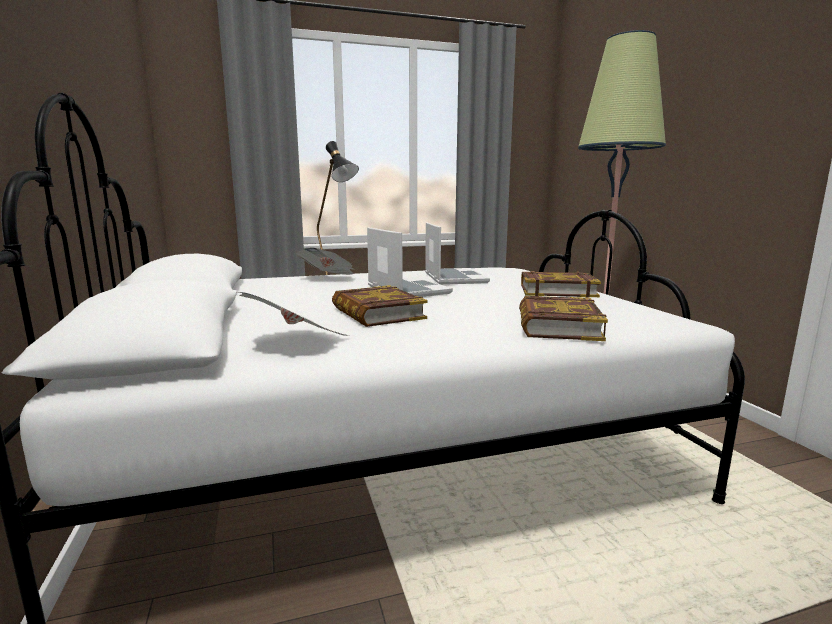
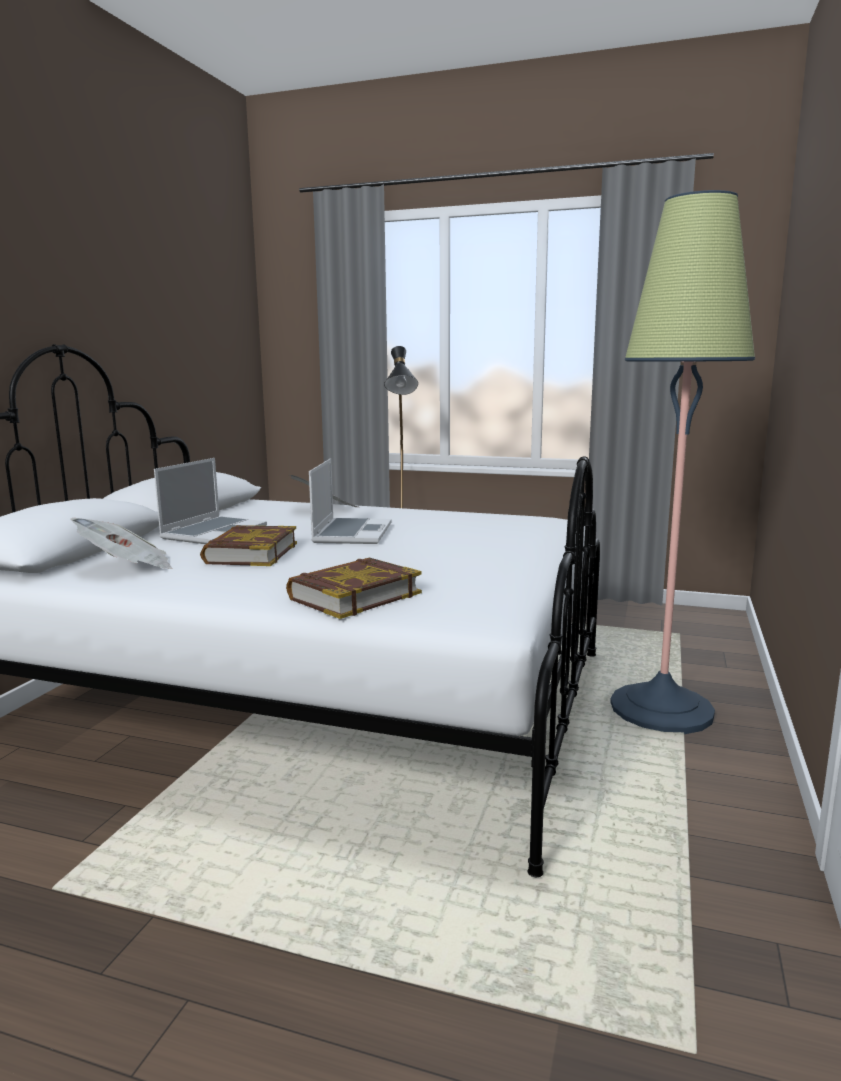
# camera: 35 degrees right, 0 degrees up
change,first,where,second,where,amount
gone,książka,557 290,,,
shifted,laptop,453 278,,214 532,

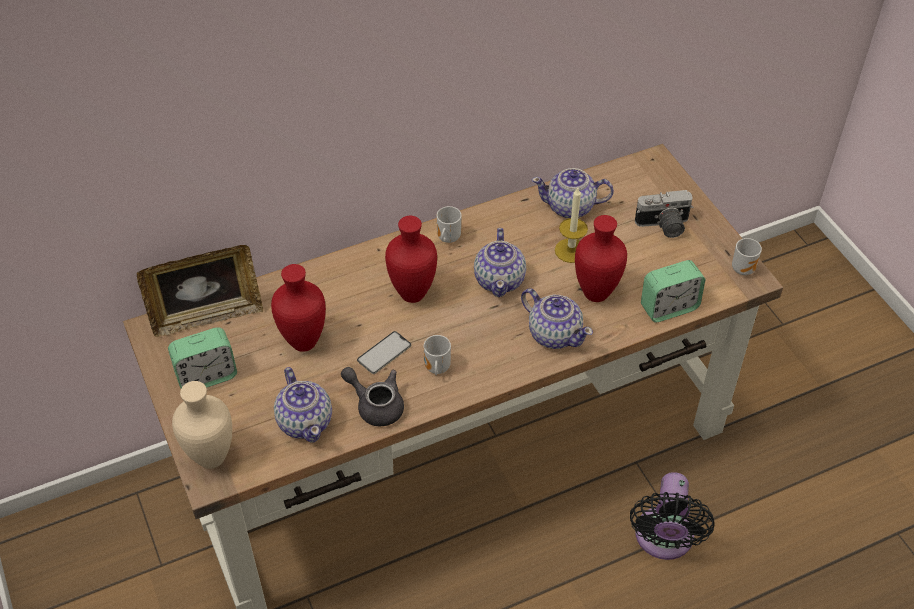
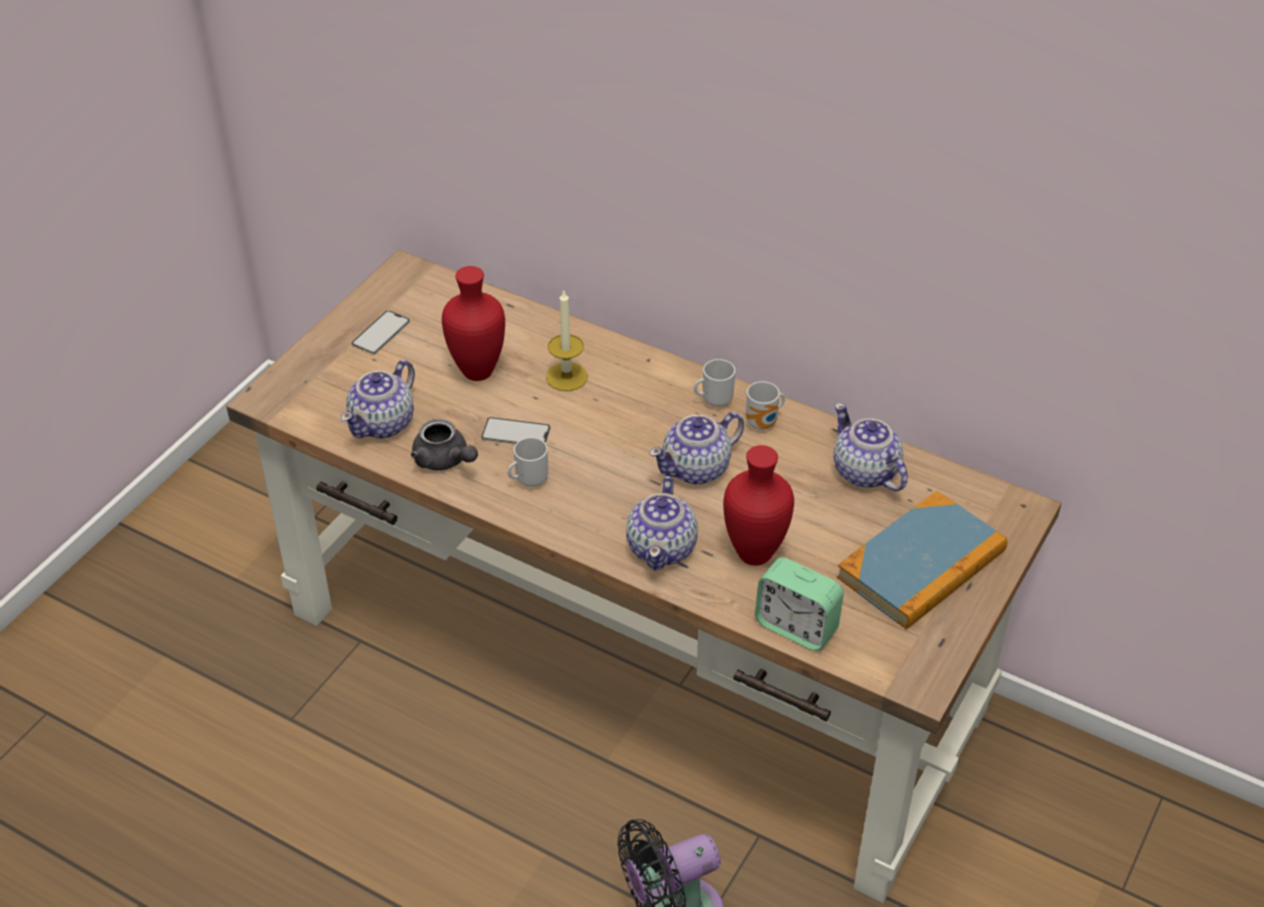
# camera: 55 degrees right, 5 degrees down
change,first,where,second,where,amount
gone,ramka na zdjęcie,207 316,,,
gone,wazon/beżowy,210 459,,,
gone,wazon/czerwony,413 293,,,
shifted,świeca,571 250,,566 377,
shifted,kubek,744 268,,764 424,
swapped,budzik,207 376,telefon,381 333,
swapped,aparat fotograficzny,663 226,książka,921 565,
rotated,imbryk/szary,376 405,,444 460,135 degrees clockwise

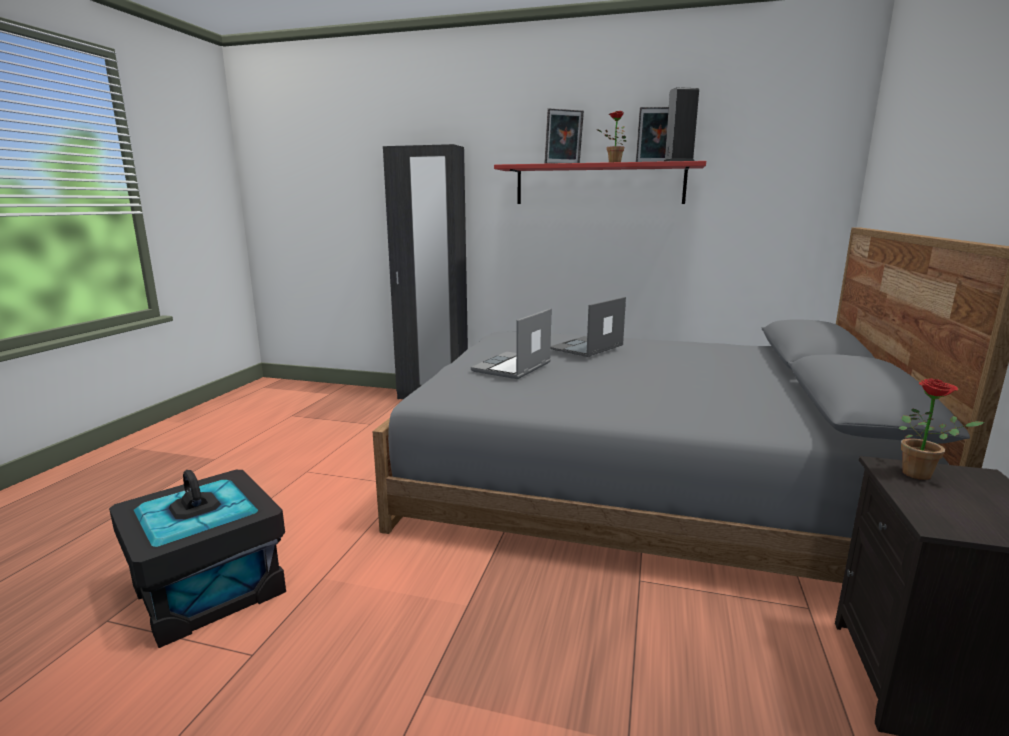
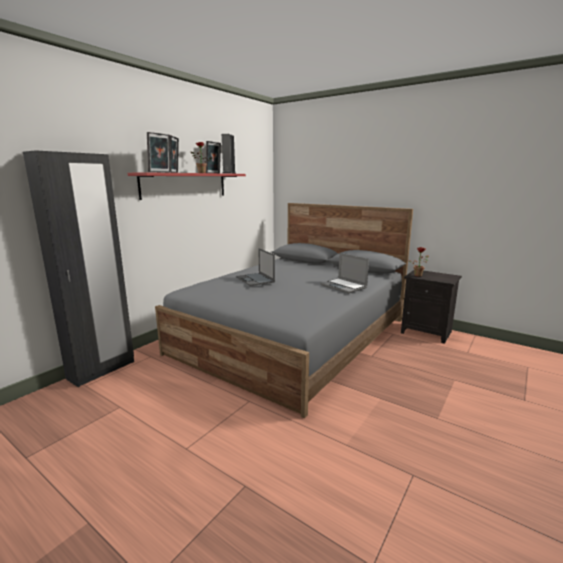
# camera: 70 degrees left, 0 degrees up
change,first,where,second,where,amount
gone,pojemnik do przechowywania/czarny,208 589,,,
new,,,ramka na zdjęcie,161 172,
shifted,laptop,512 367,,344 286,

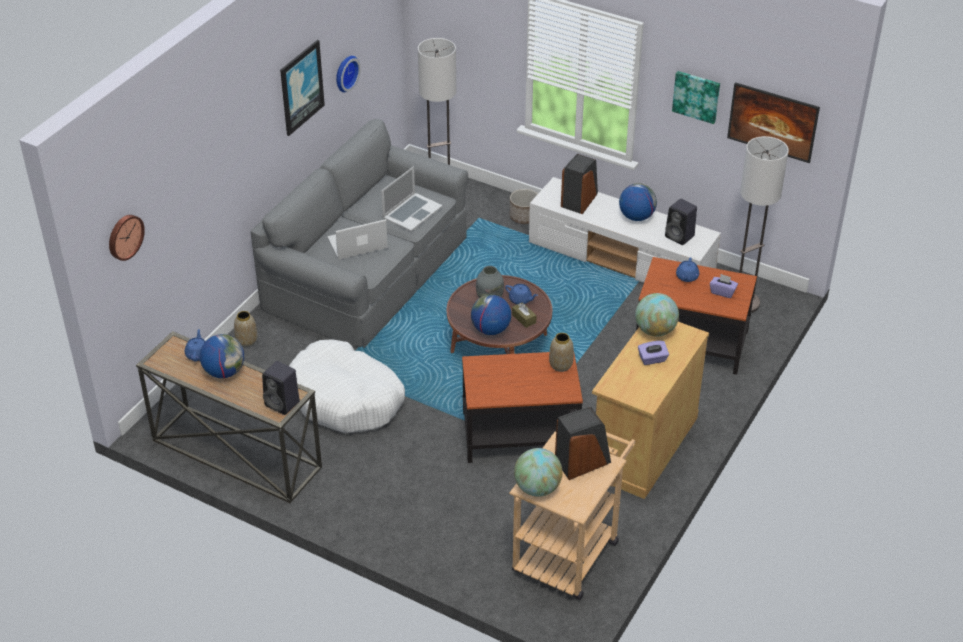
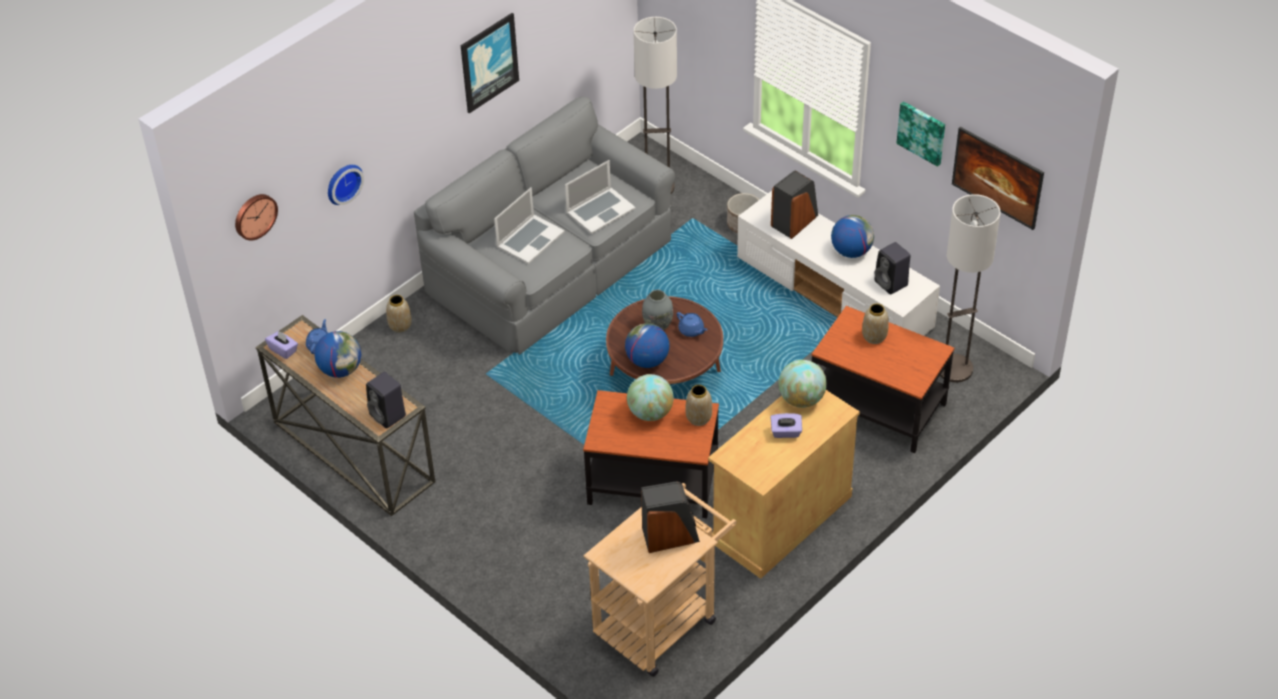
# camera: 15 degrees right, 5 degrees up
change,first,where,second,where,amount
gone,legowisko/biały,346 398,,,
gone,pudełko chusteczek/brązowy,524 319,,,
shifted,zegar ścienny,345 73,,342 182,
shifted,globus,537 488,,650 413,
shifted,pudełko chusteczek/fioletowy,722 292,,283 350,
swapped,imbryk/niebieski,687 277,wazon,874 336,
rotated,laptop,357 243,,530 239,135 degrees clockwise

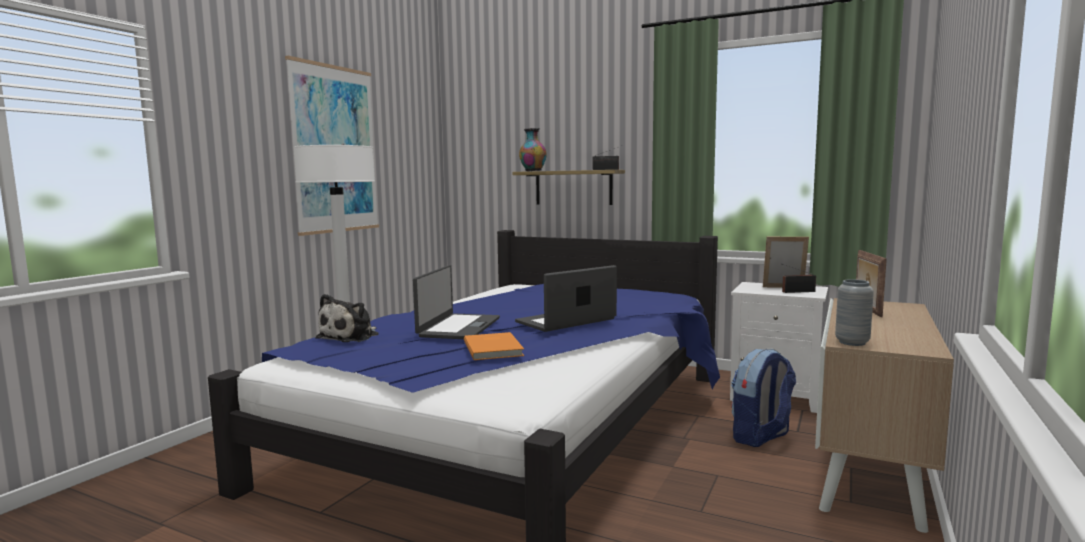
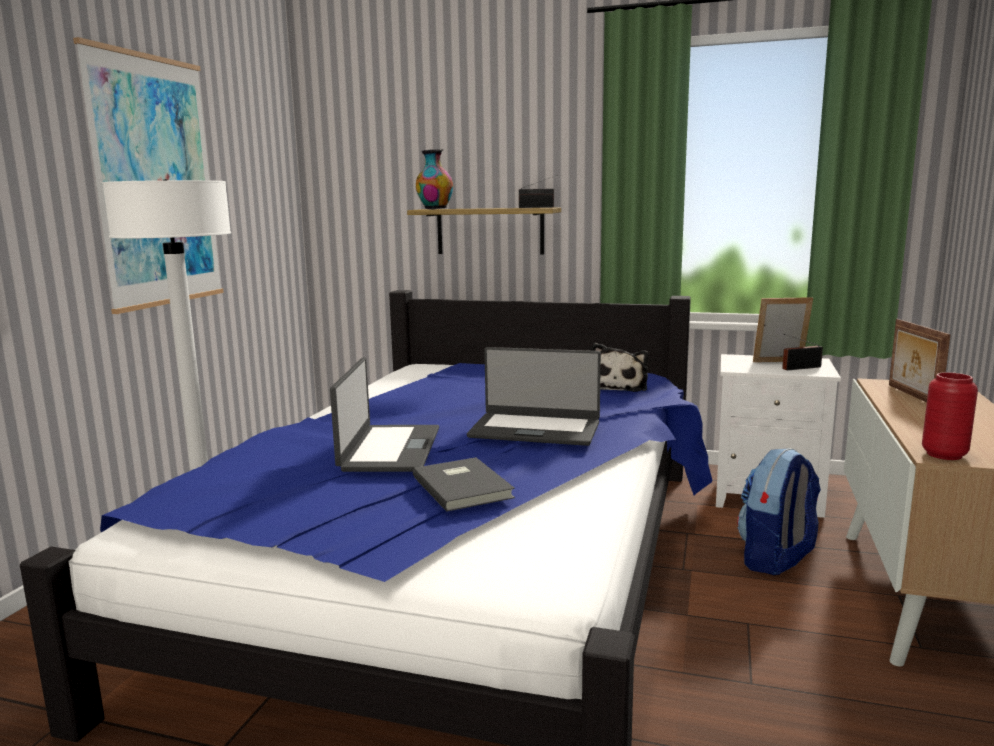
# camera: 10 degrees left, 5 degrees up
change,first,where,second,where,amount
shifted,pluszak,351 336,,619 386,
repainted,książka/pomarańczowy,494 348,książka/szary,464 486,
repainted,wazon/szary,852 342,wazon/czerwony,944 455,
rotated,laptop,567 321,,535 429,120 degrees counterclockwise

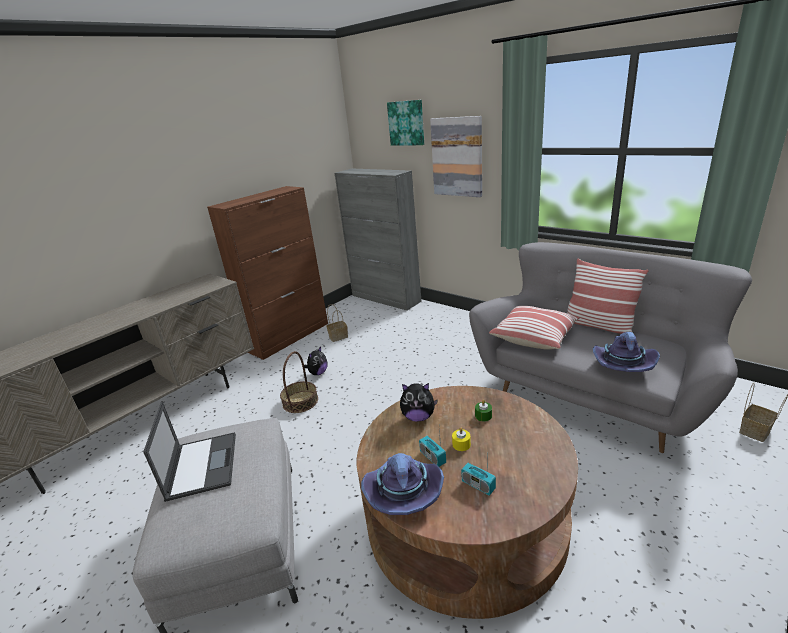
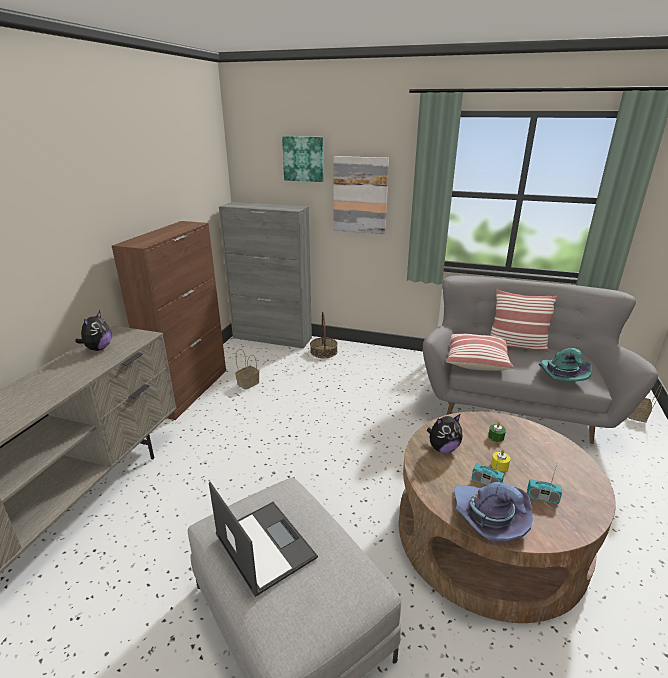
# camera: 25 degrees left, 0 degrees up
change,first,where,second,where,amount
shifted,koszyk,300 401,,323 351,
shifted,pluszak,318 373,,98 348,
repainted,kapelusz/fioletowy,621 364,kapelusz/turkusowy,560 376,

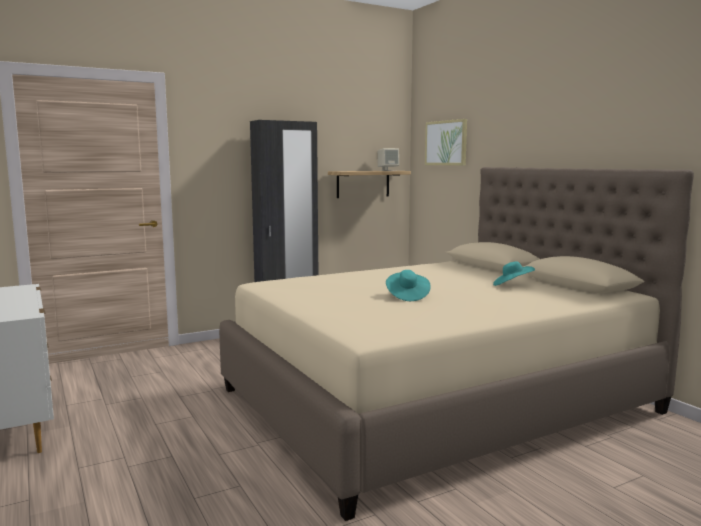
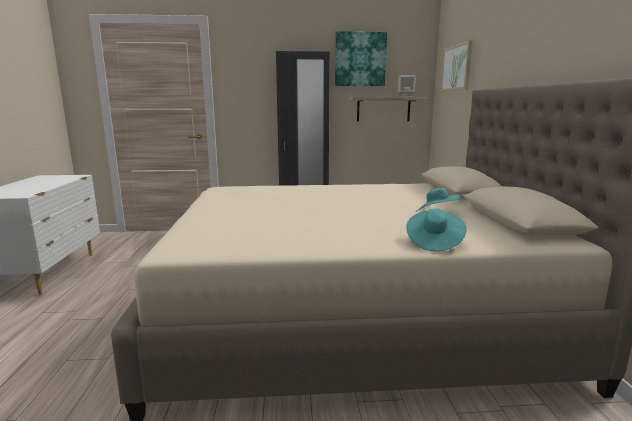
# camera: 25 degrees right, 5 degrees up
change,first,where,second,where,amount
new,,,obraz,360 59,
shifted,kapelusz/turkusowy,407 296,,433 242,

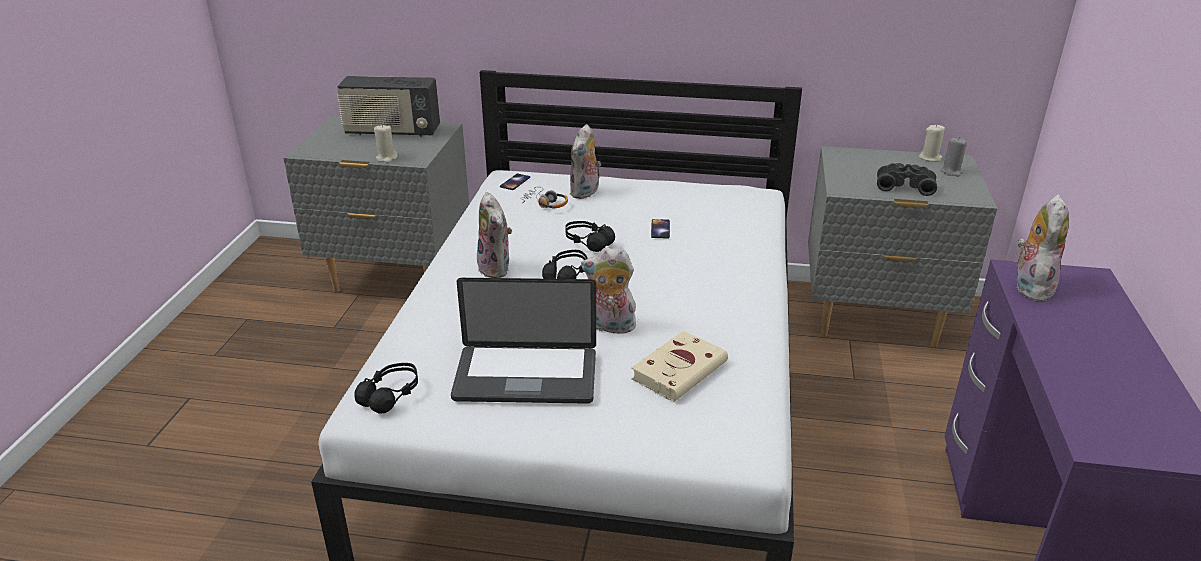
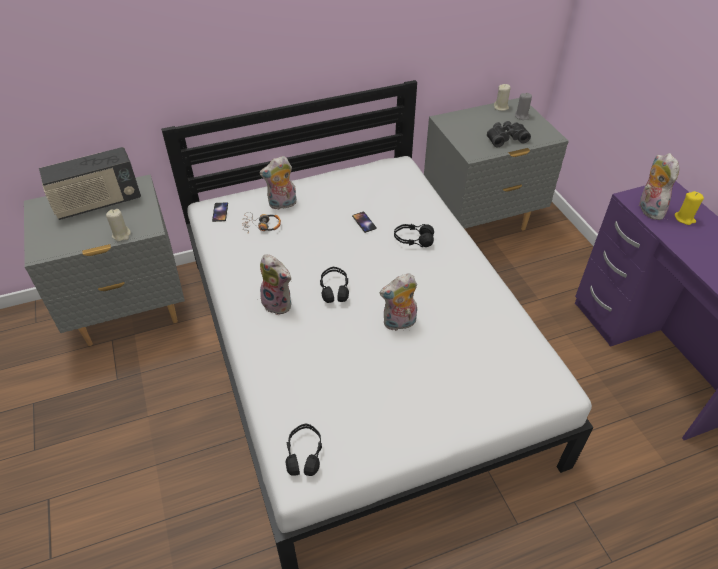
# camera: 30 degrees left, 15 degrees up
change,first,where,second,where,amount
gone,laptop,526 377,,,
gone,książka/beżowy,680 369,,,
new,,,świeca/żółty,684 218,
shifted,słuchawki/czarny,588 242,,413 240,
rotated,pluszak,585 193,,282 205,75 degrees clockwise

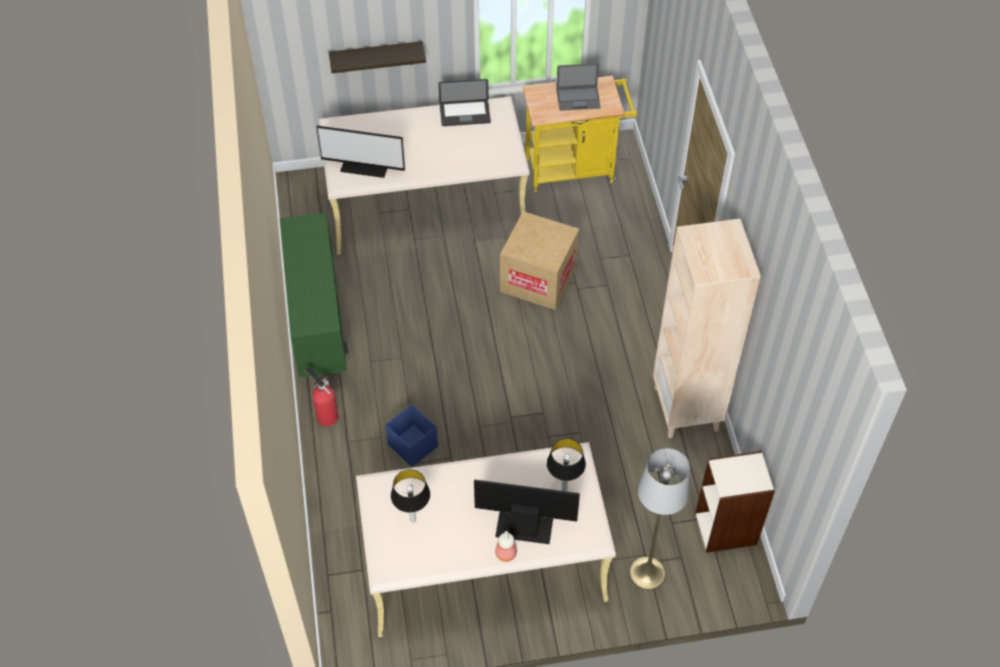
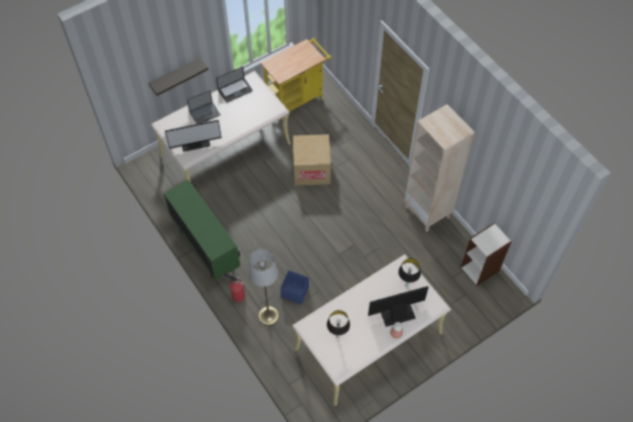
# camera: 25 degrees left, 5 degrees up
change,first,where,second,where,amount
shifted,laptop,578 98,,205 113,
shifted,lampa stojąca/szary,647 573,,268 315,

